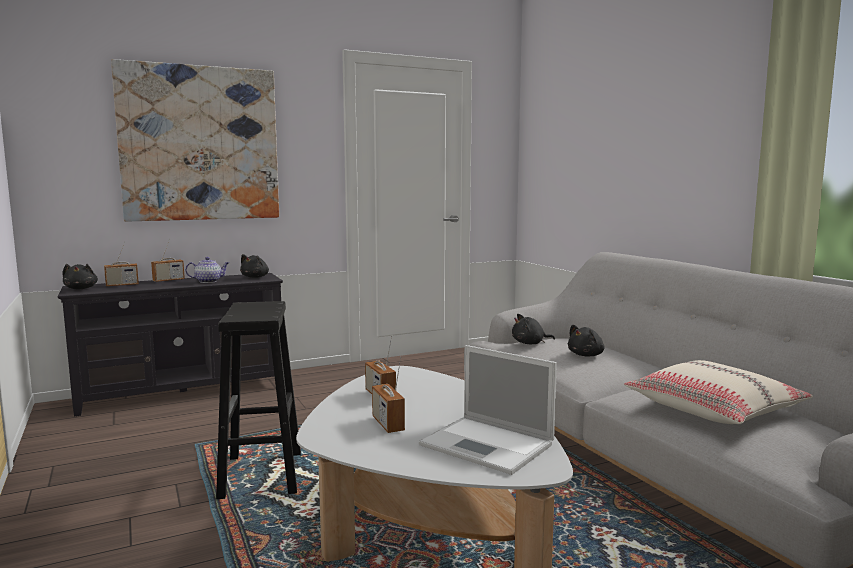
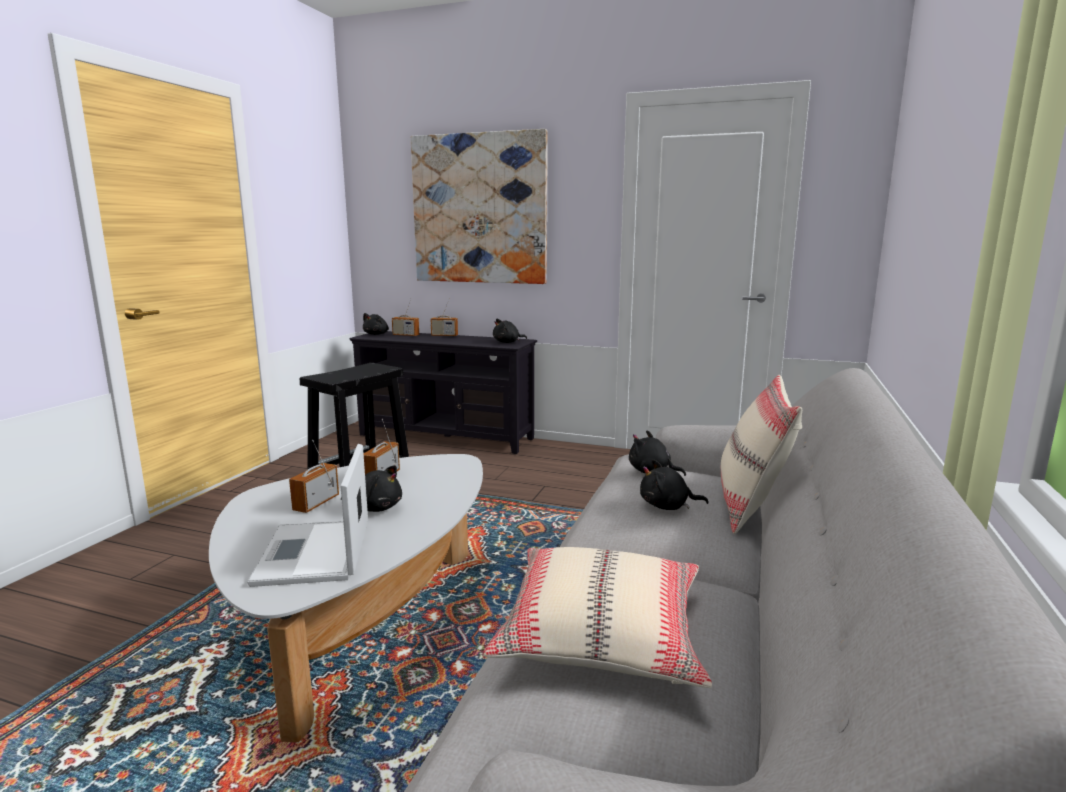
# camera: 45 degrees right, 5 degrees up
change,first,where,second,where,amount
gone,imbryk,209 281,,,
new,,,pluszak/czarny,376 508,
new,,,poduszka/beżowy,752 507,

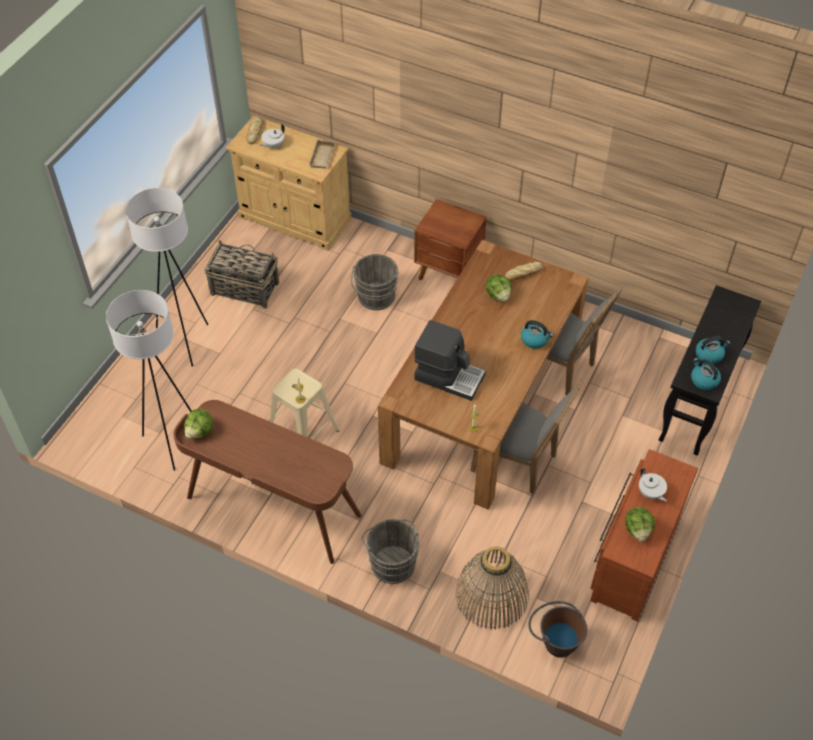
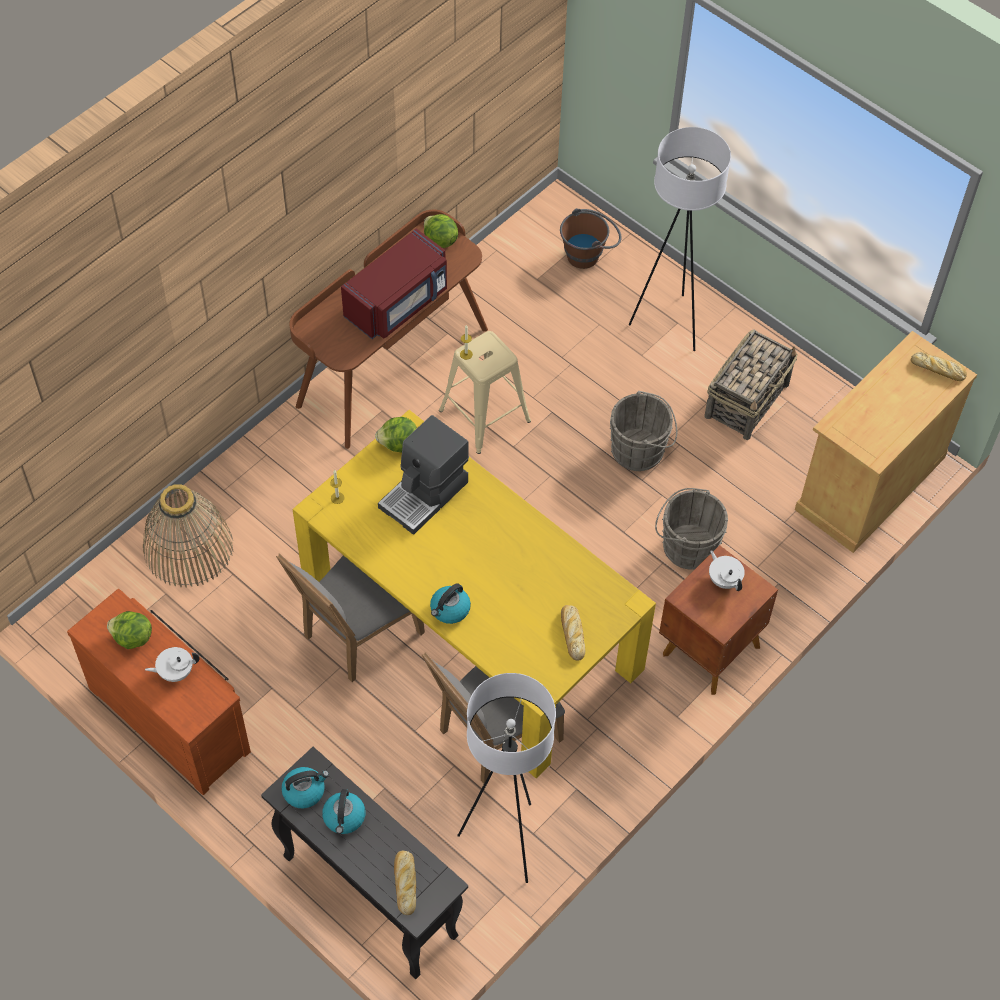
# camera: 105 degrees right, 5 degrees up
change,first,where,second,where,amount
gone,taca/beżowy,323 157,,,
new,,,mikrofalówka/czerwony,398 303,
new,,,chleb,405 882,
shifted,lampa stojąca/biały,173 442,,505 841,
shifted,imbryk/biały,273 145,,724 579,
shifted,wiadro/szary,392 562,,641 450,
shifted,sałata,498 295,,398 444,
shifted,wiadro/brązowy,554 639,,589 253,
repainted,stół jadalny/brązowy,482 399,stół jadalny/żółty,471 624,

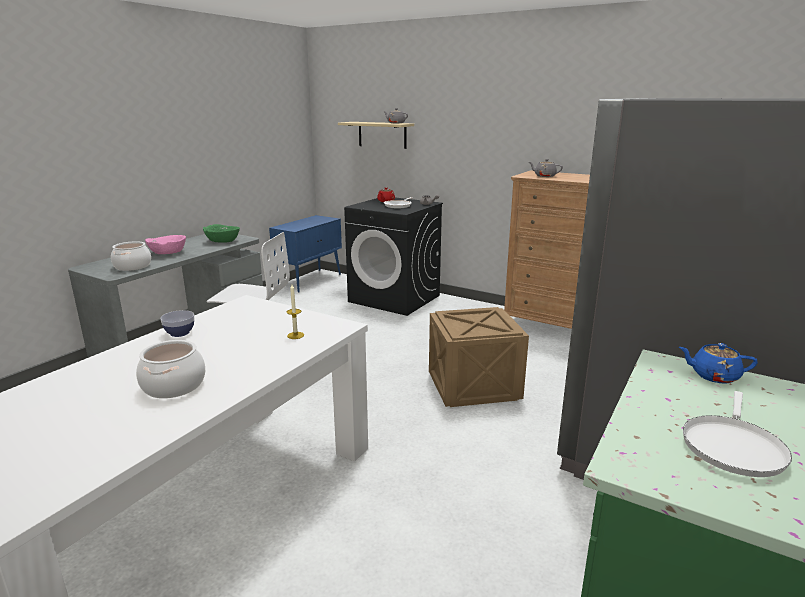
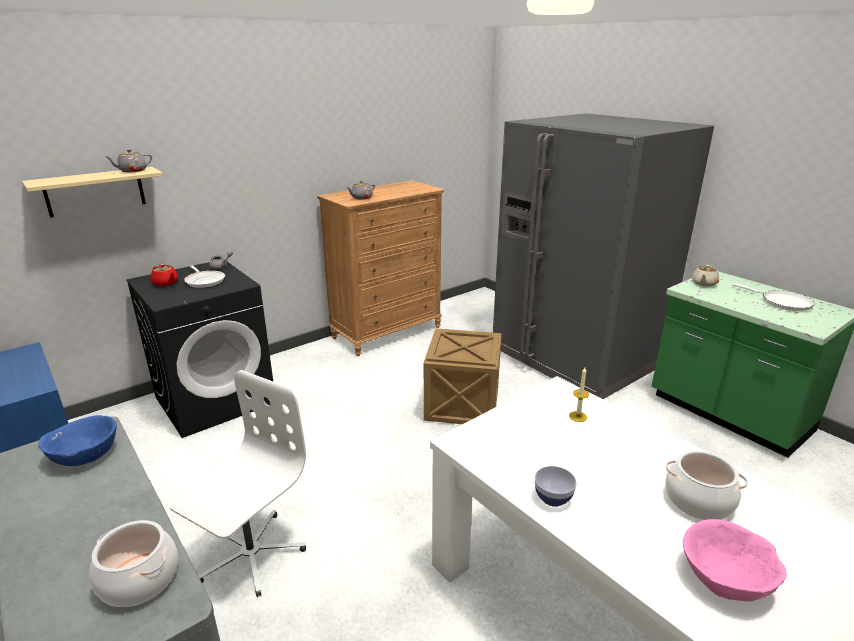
# camera: 70 degrees left, 5 degrees up
change,first,where,second,where,amount
shifted,miska/różowy,168 253,,725 579,
repainted,miska/zielony,222 241,miska/niebieski,85 455,
repainted,imbryk/niebieski,713 376,imbryk/beżowy,704 283,

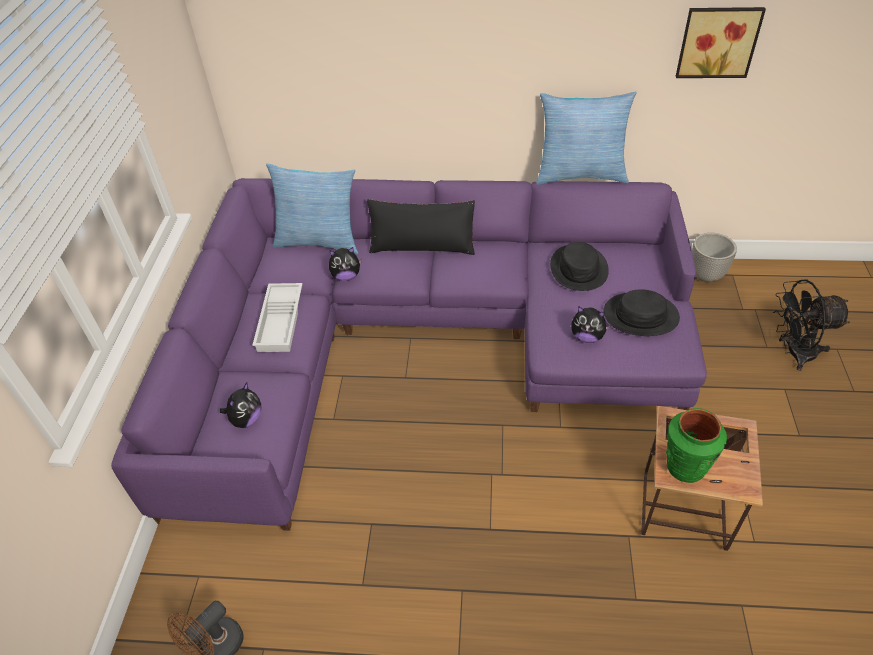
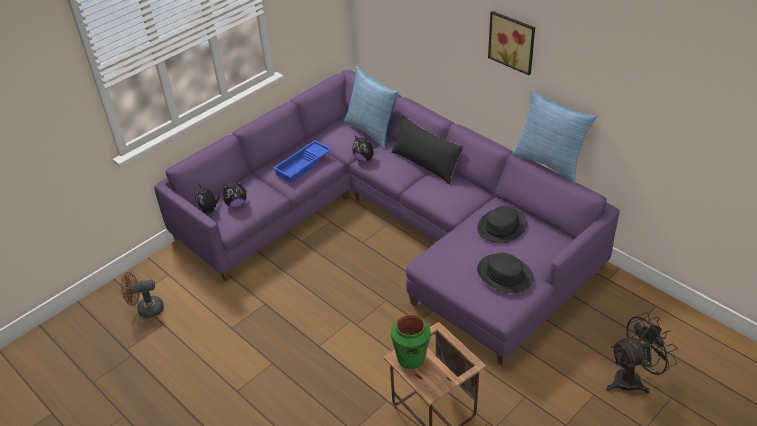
# camera: 40 degrees right, 5 degrees down
change,first,where,second,where,amount
gone,donica,706 275,,,
shifted,pluszak,587 337,,209 210,
shifted,obraz,717 41,,513 41,
repainted,taca/biały,281 321,taca/niebieski,303 165,
rotated,wentylator/czarny,793 352,,632 379,120 degrees clockwise

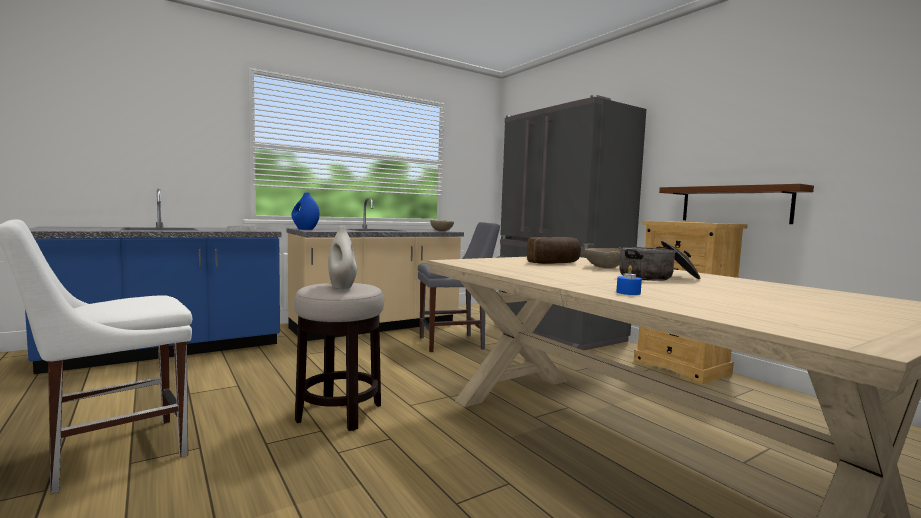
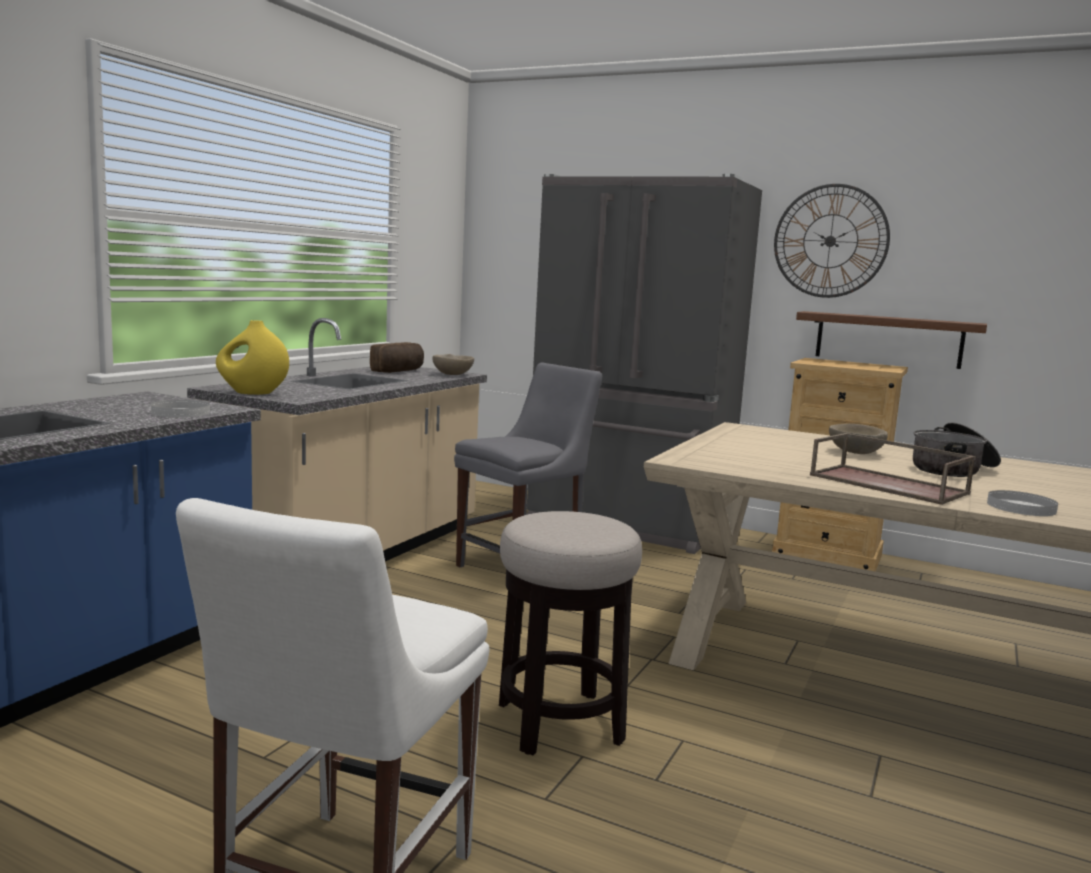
# camera: 30 degrees left, 5 degrees up
change,first,where,second,where,amount
gone,wazon/biały,342 287,,,
new,,,zegar ścienny,830 241,
new,,,taca/brązowy,890 484,
shifted,chleb,555 263,,399 371,
swapped,świeca/niebieski,628 292,talerz/biały,1021 507,
repainted,wazon/niebieski,305 229,wazon/żółty,252 393,

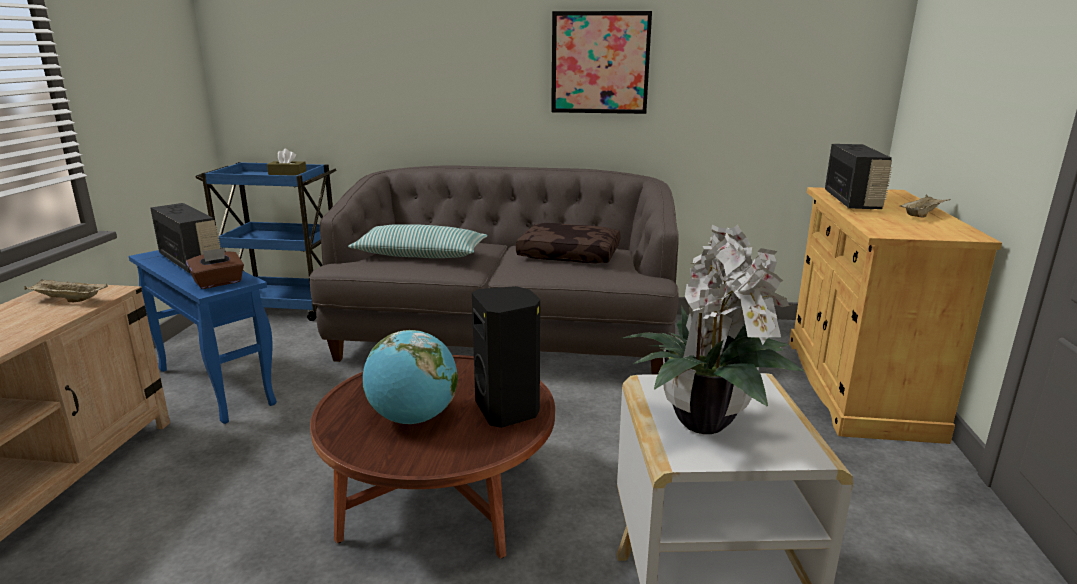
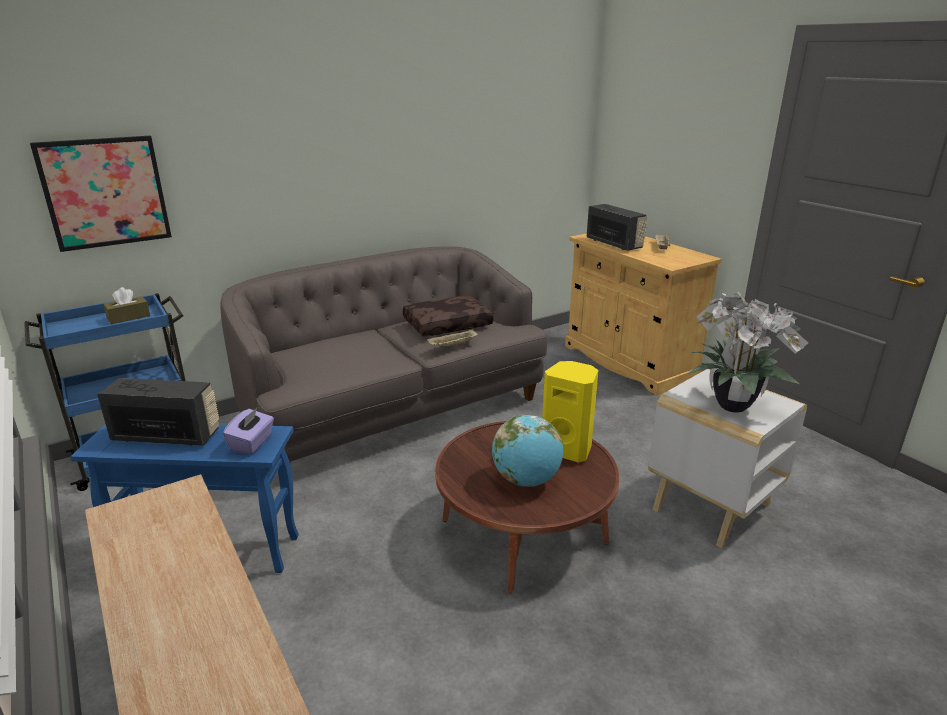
# camera: 40 degrees left, 5 degrees up
change,first,where,second,where,amount
gone,poduszka,420 255,,,
shifted,taca/beżowy,67 300,,453 346,
shifted,obraz,600 63,,105 192,
repainted,pudełko chusteczek/brązowy,218 283,pudełko chusteczek/fioletowy,252 443,
repainted,głośnik/czarny,508 410,głośnik/żółty,568 449,

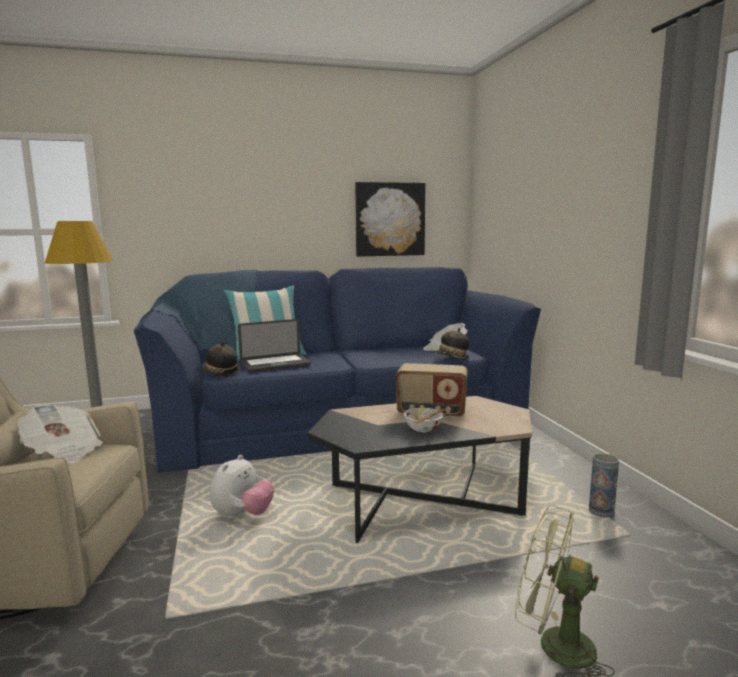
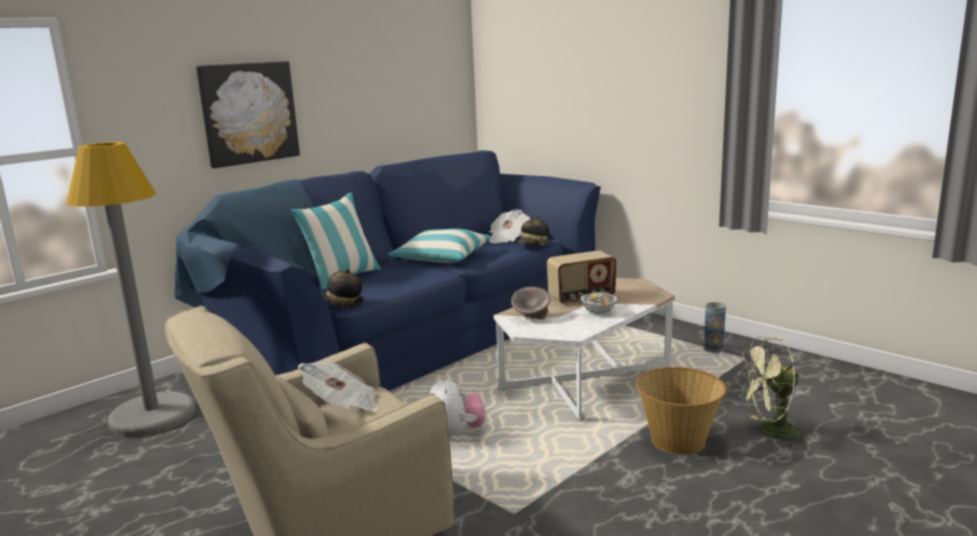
# camera: 30 degrees left, 5 degrees up
change,first,where,second,where,amount
gone,laptop,275 364,,,
new,,,poduszka,441 258,
new,,,miska/szary,531 317,
new,,,koszyk,678 440,
shifted,obraz,390 219,,249 113,
repainted,ława/czarny,422 500,ława/biały,585 378,

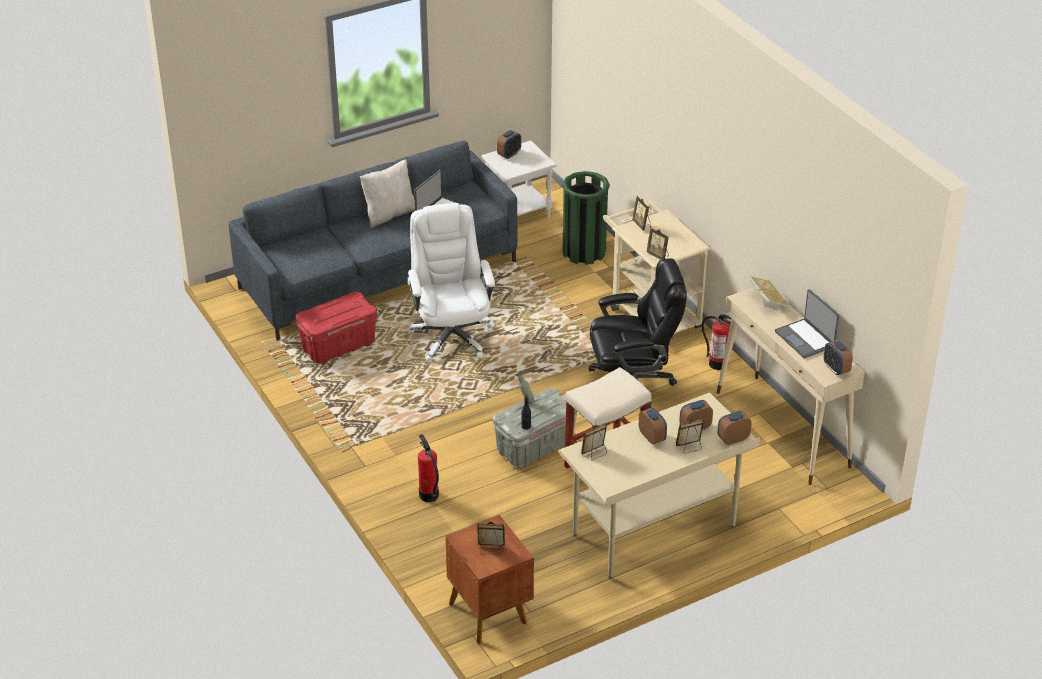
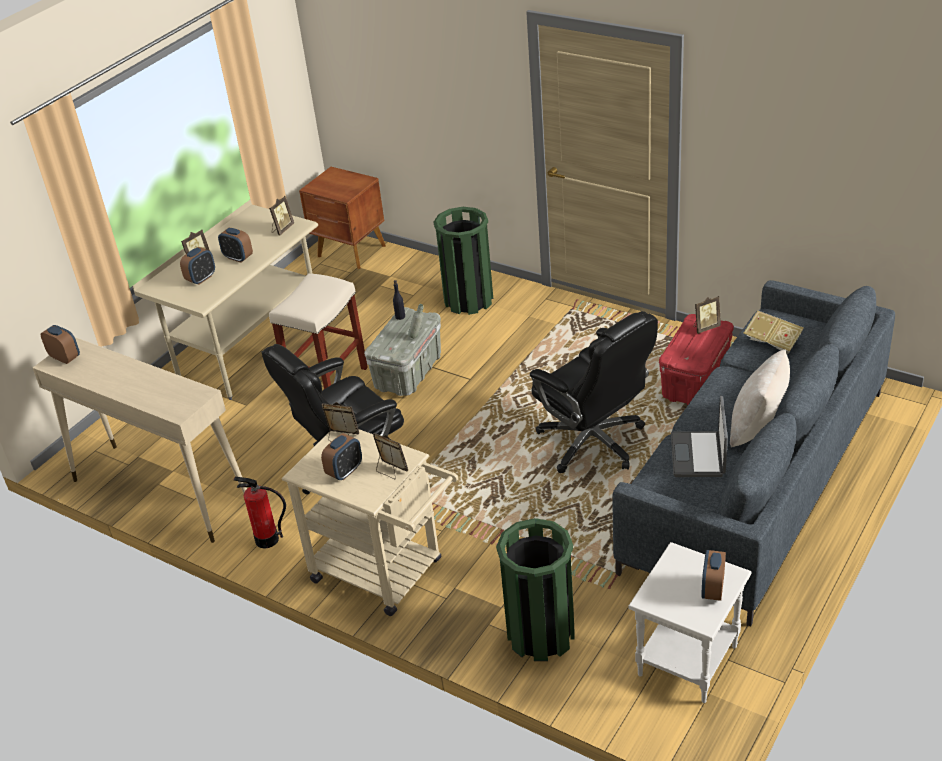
# camera: 155 degrees right, 0 degrees up
change,first,where,second,where,amount
gone,laptop,805 339,,,
shifted,ramka na zdjęcie,490 550,,705 327,
shifted,budzik,733 439,,345 471,
shifted,książka,766 301,,773 342,
swapped,gaśnica,428 495,kosz na śmieci/zielony,468 300,
repainted,krzesło biurowe/biały,451 336,krzesło biurowe/czarny,593 442,

